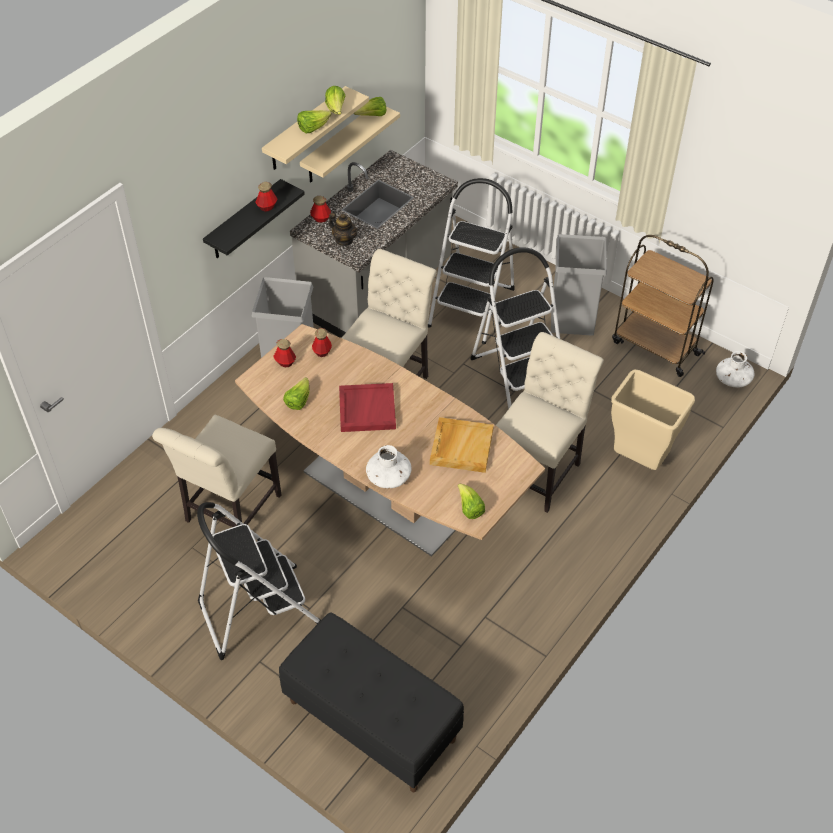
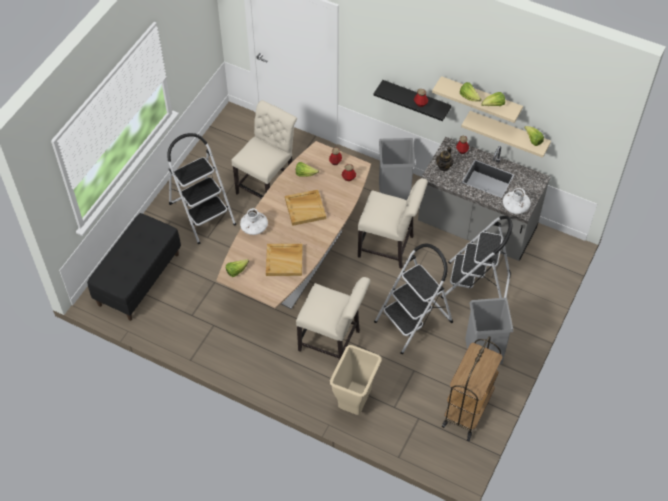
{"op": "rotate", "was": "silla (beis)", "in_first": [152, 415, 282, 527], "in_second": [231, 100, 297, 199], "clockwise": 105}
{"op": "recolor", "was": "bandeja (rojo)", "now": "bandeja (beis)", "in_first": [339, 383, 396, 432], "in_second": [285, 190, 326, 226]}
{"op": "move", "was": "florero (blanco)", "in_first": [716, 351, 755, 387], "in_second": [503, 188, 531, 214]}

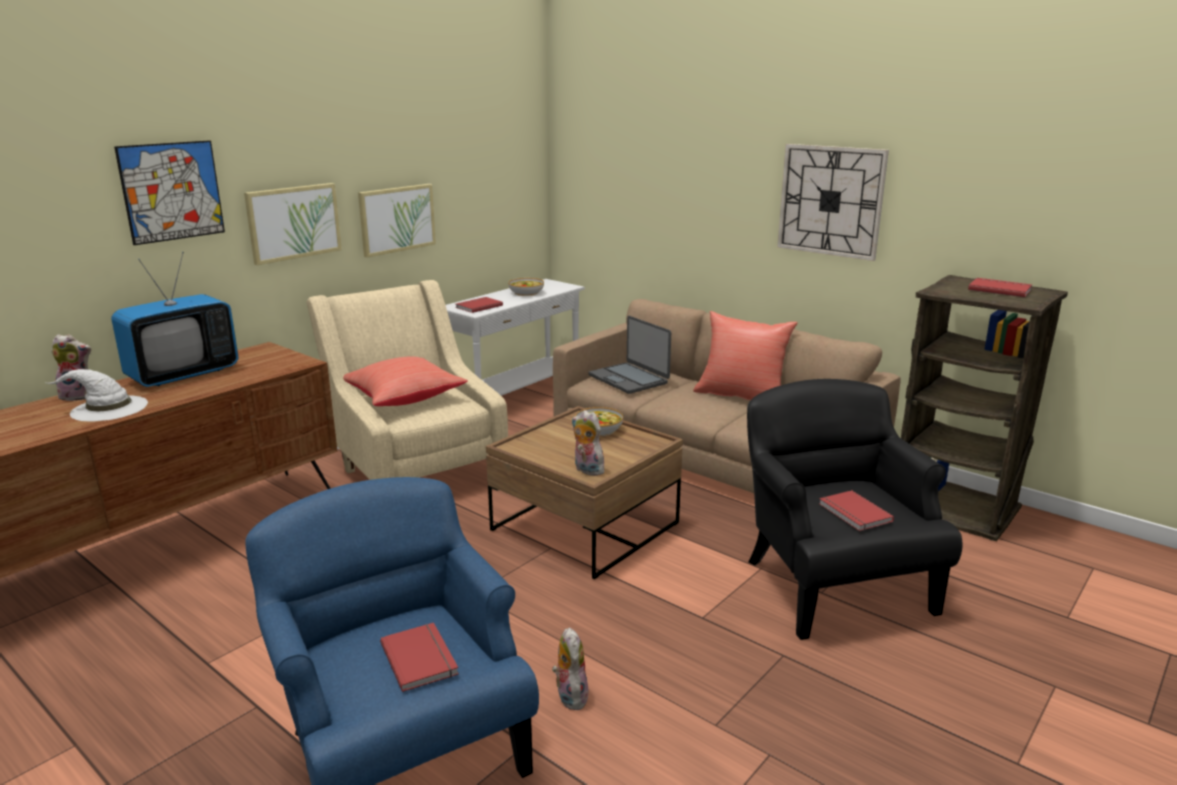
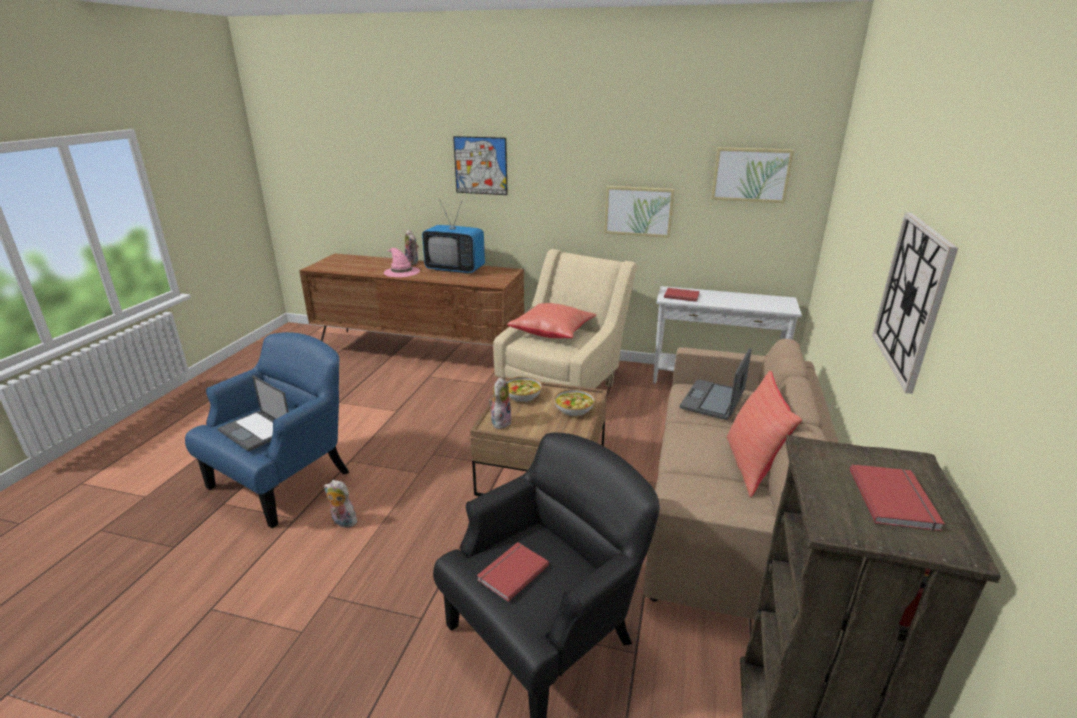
{"op": "recolor", "was": "sombrero (blanco)", "now": "sombrero (rosa)", "in_first": [47, 369, 148, 422], "in_second": [384, 248, 420, 277]}
{"op": "move", "was": "cuadro", "in_first": [244, 183, 342, 265], "in_second": [711, 147, 794, 203]}
{"op": "replace", "was": "libro (rojo)", "now": "portátil", "in_first": [380, 623, 459, 692], "in_second": [217, 375, 289, 452]}
{"op": "move", "was": "cuenco", "in_first": [508, 278, 544, 296], "in_second": [507, 376, 542, 402]}
{"op": "rotate", "was": "peluche", "in_first": [552, 627, 590, 710], "in_second": [324, 480, 357, 528], "clockwise": -120}

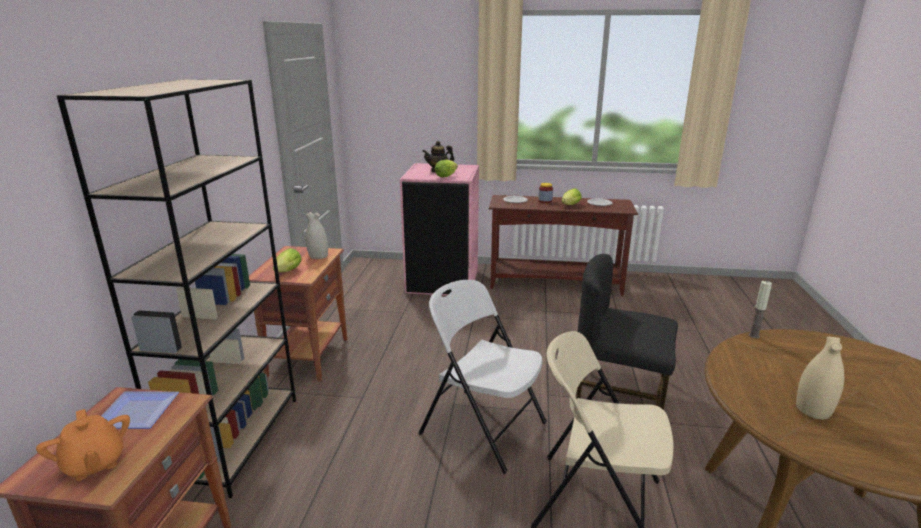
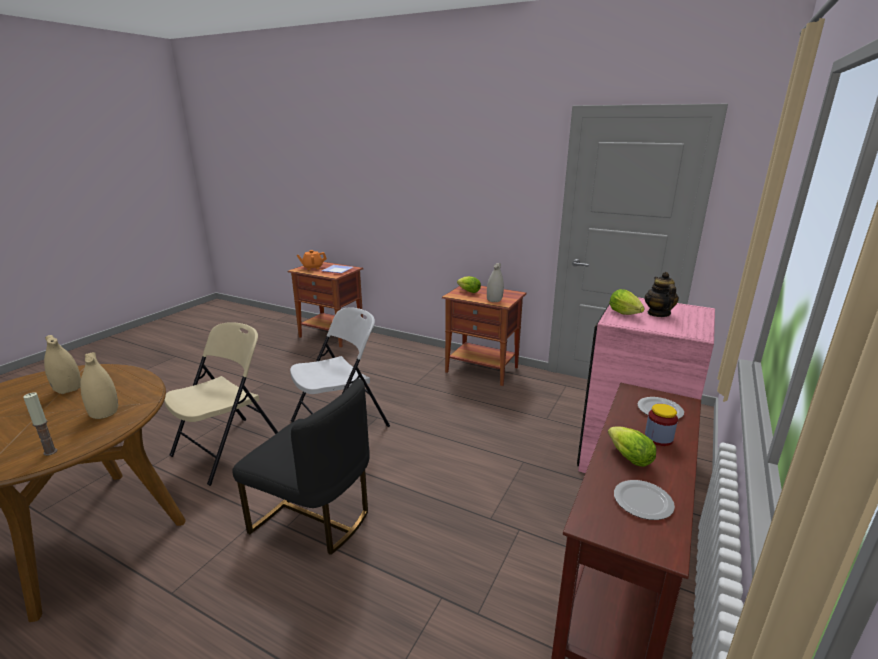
{"op": "delete", "was": "estantería (beis)", "in_first": [57, 79, 296, 498]}
{"op": "rotate", "was": "silla (negro)", "in_first": [576, 254, 678, 410], "in_second": [232, 379, 370, 555], "clockwise": 75}
{"op": "move", "was": "vela", "in_first": [749, 281, 772, 338], "in_second": [23, 392, 58, 456]}
{"op": "insert", "now": "florero (beis)", "in_second": [80, 352, 118, 419]}

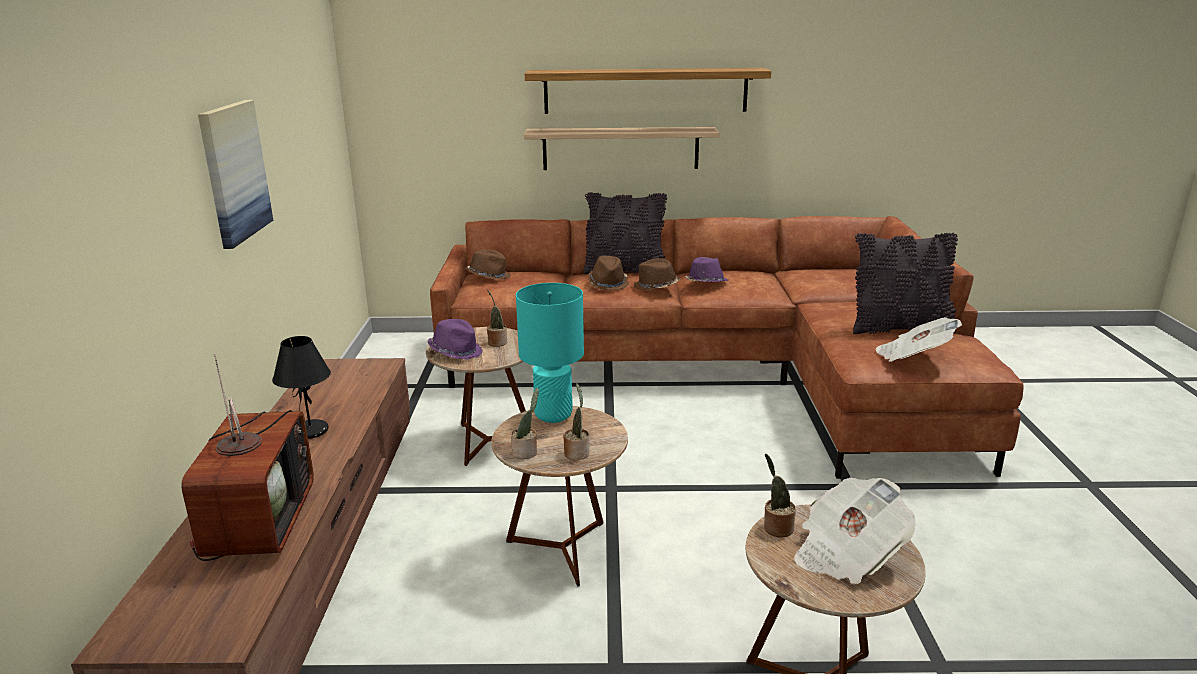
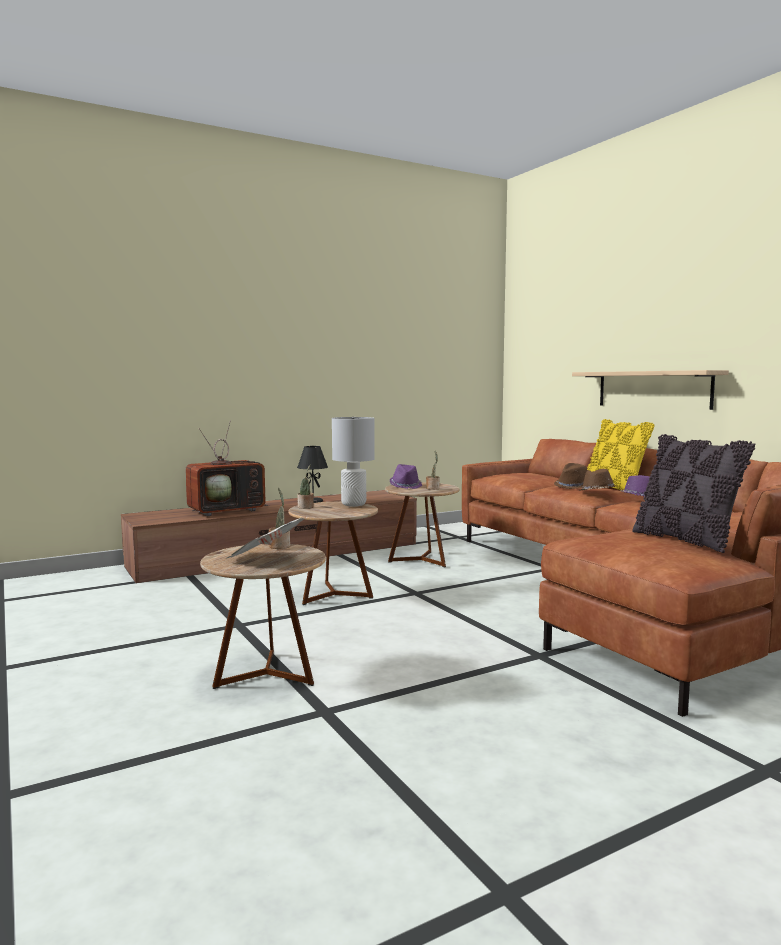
{"op": "delete", "was": "cuadro", "in_first": [198, 100, 273, 249]}
{"op": "delete", "was": "sombrero (marrón)", "in_first": [466, 250, 511, 280]}
{"op": "recolor", "was": "lámpara de mesa (turquesa)", "now": "lámpara de mesa (gris)", "in_first": [516, 283, 584, 423], "in_second": [332, 417, 375, 507]}
{"op": "delete", "was": "estante", "in_first": [525, 68, 771, 114]}
{"op": "delete", "was": "planta en maceta", "in_first": [563, 383, 589, 460]}
{"op": "recolor", "was": "cojín (negro)", "now": "cojín (amarillo)", "in_first": [583, 192, 667, 274], "in_second": [587, 419, 655, 490]}
{"op": "delete", "was": "periódico", "in_first": [875, 317, 962, 362]}

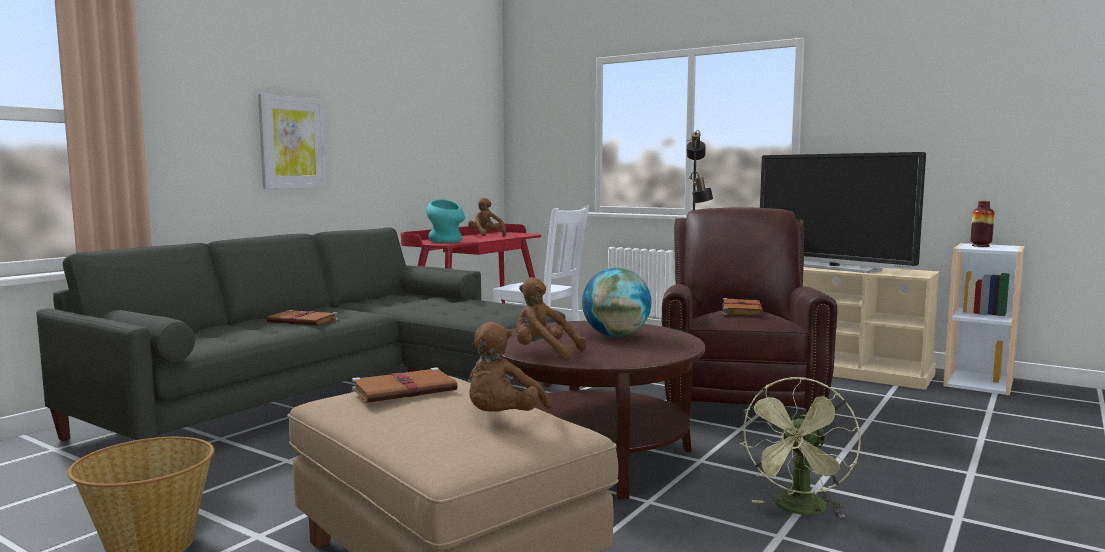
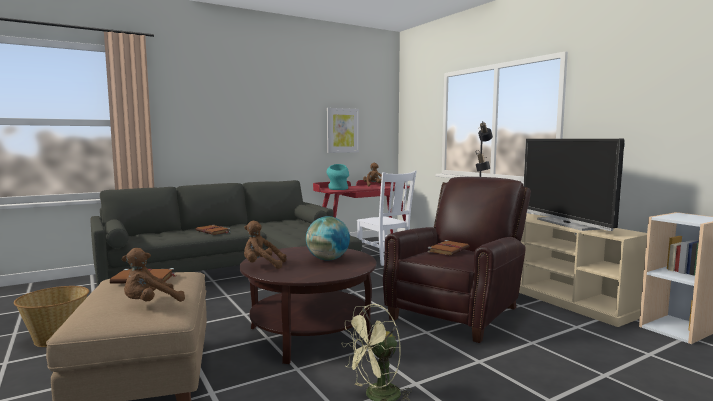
{"op": "move", "was": "cuadro", "in_first": [258, 94, 327, 189], "in_second": [327, 108, 359, 153]}
{"op": "rotate", "was": "peluche (marrón)", "in_first": [516, 277, 586, 359], "in_second": [244, 221, 287, 269], "clockwise": -45}
{"op": "delete", "was": "florero", "in_first": [971, 201, 994, 247]}

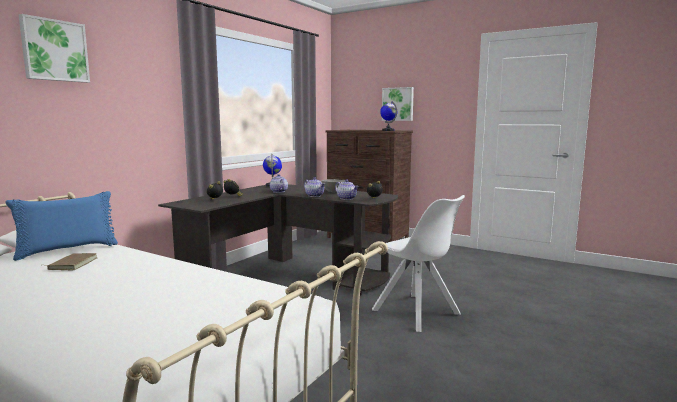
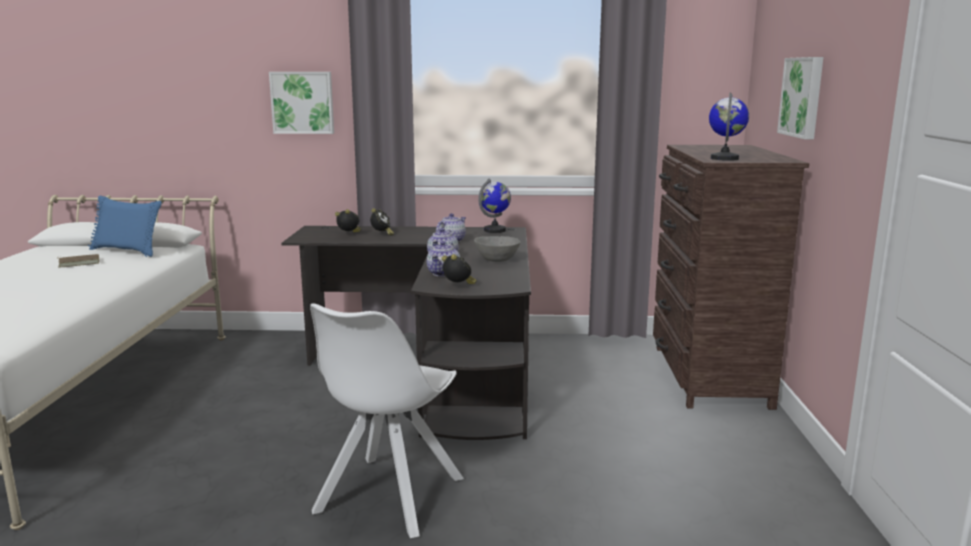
{"op": "move", "was": "cuadro", "in_first": [19, 14, 90, 83], "in_second": [269, 72, 334, 134]}

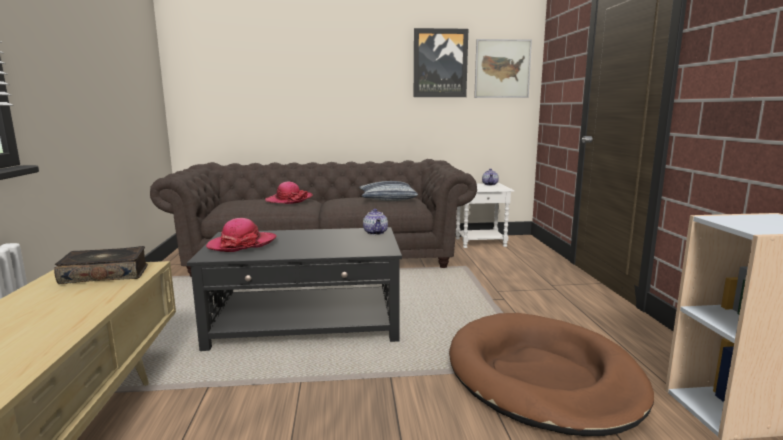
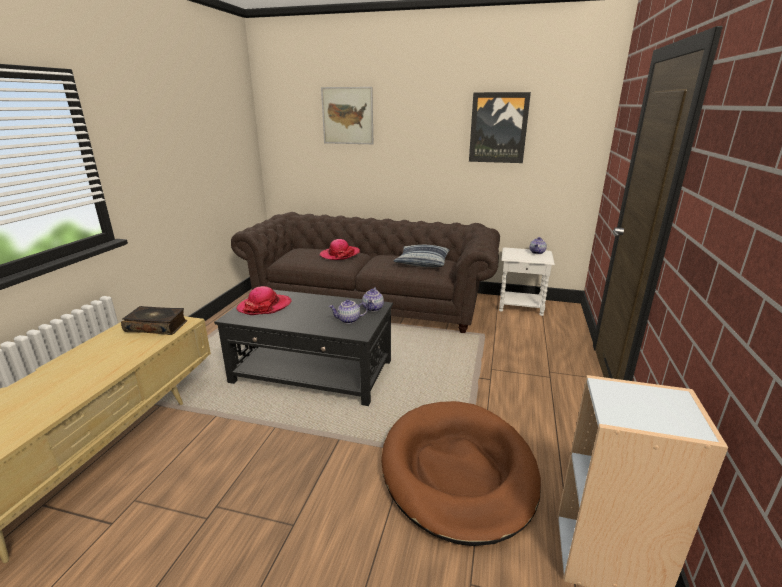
{"op": "move", "was": "cuadro", "in_first": [474, 39, 532, 98], "in_second": [321, 87, 373, 144]}
{"op": "insert", "now": "tetera", "in_second": [329, 299, 368, 324]}

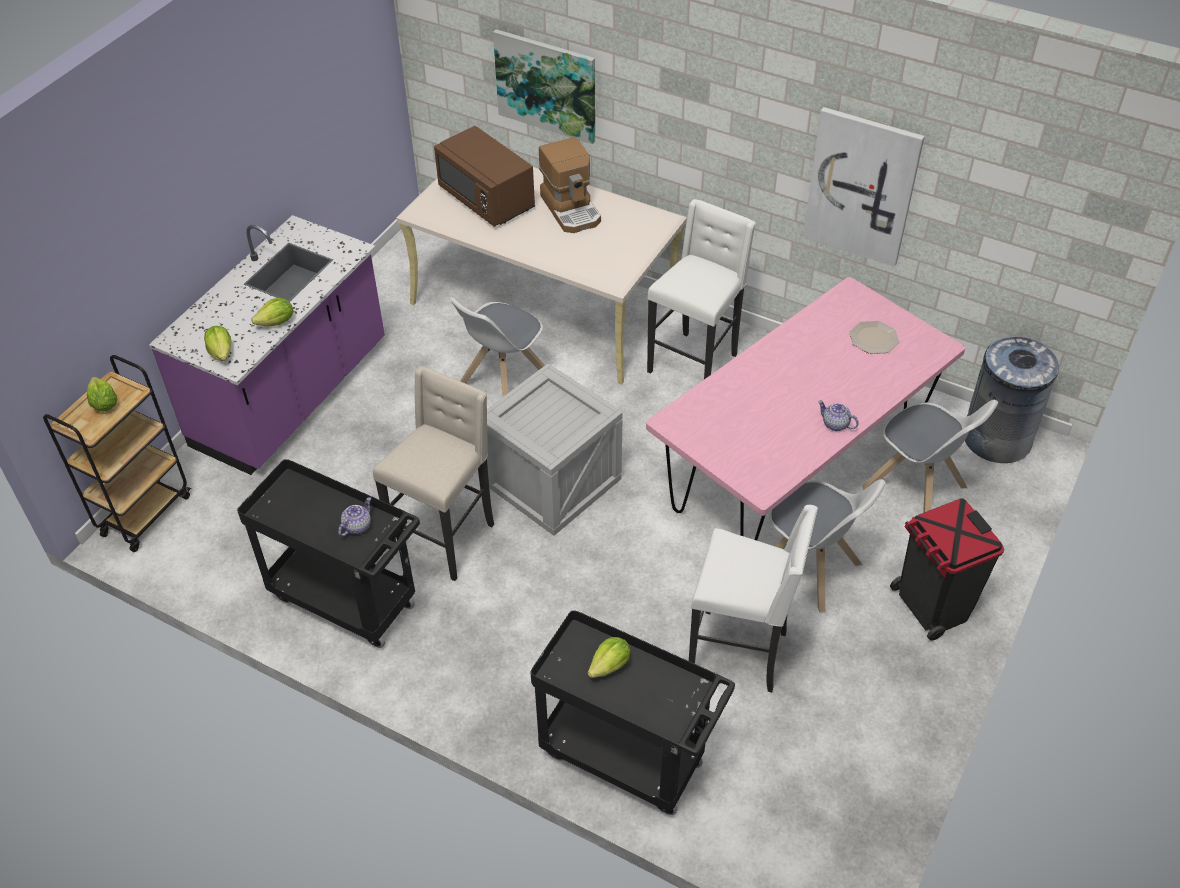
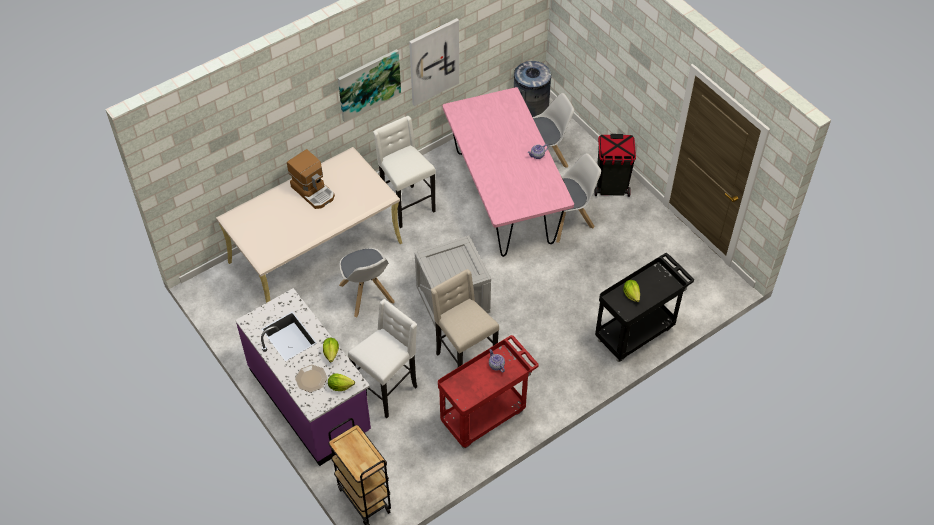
{"op": "delete", "was": "lechuga", "in_first": [87, 377, 117, 411]}
{"op": "recolor", "was": "carrito (negro)", "now": "carrito (rojo)", "in_first": [237, 459, 420, 648], "in_second": [438, 335, 539, 448]}
{"op": "delete", "was": "microondas (marrón)", "in_first": [434, 126, 535, 227]}
{"op": "move", "was": "cuadro", "in_first": [493, 29, 595, 144], "in_second": [338, 49, 401, 122]}
{"op": "rotate", "was": "cafetera", "in_first": [539, 137, 601, 233], "in_second": [287, 149, 335, 209], "clockwise": 45}
{"op": "move", "was": "taburete (blanco)", "in_first": [689, 505, 818, 693], "in_second": [348, 299, 417, 418]}
{"op": "move", "was": "plato", "in_first": [849, 321, 899, 354], "in_second": [295, 365, 327, 392]}

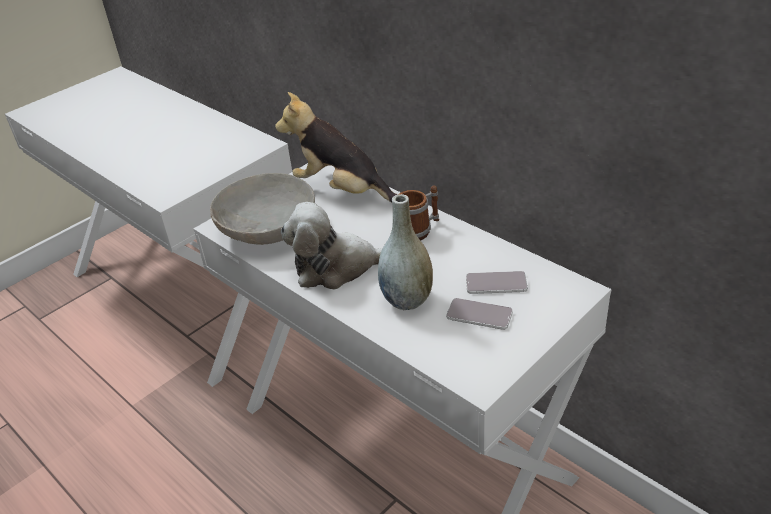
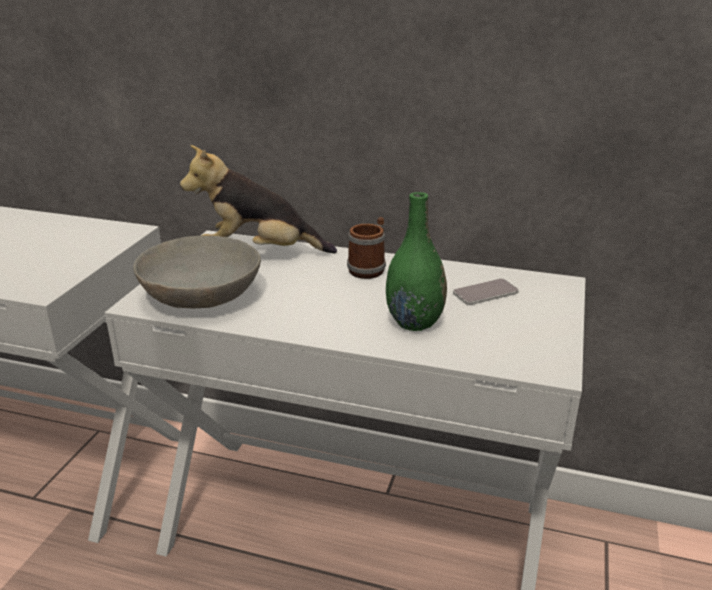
{"op": "delete", "was": "peluche", "in_first": [281, 202, 383, 289]}
{"op": "recolor", "was": "florero (gris)", "now": "florero (verde)", "in_first": [378, 194, 433, 311], "in_second": [386, 192, 447, 331]}
{"op": "delete", "was": "móvil", "in_first": [446, 298, 513, 330]}

